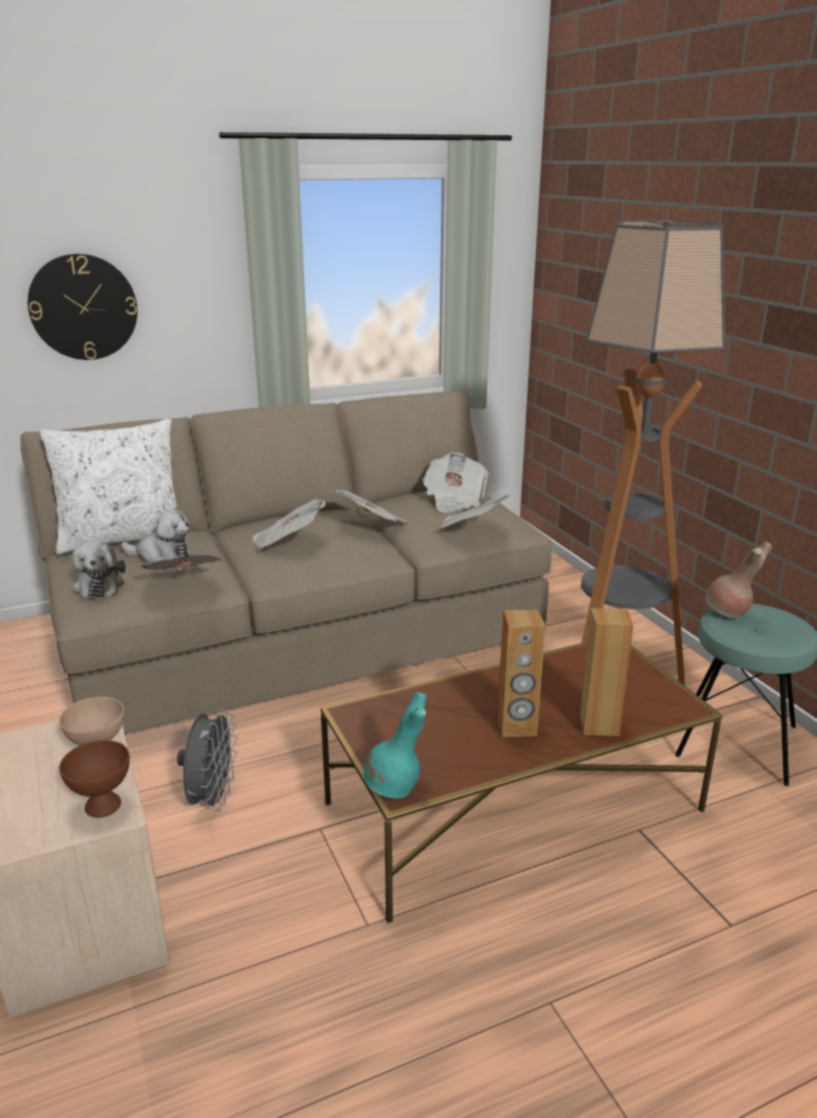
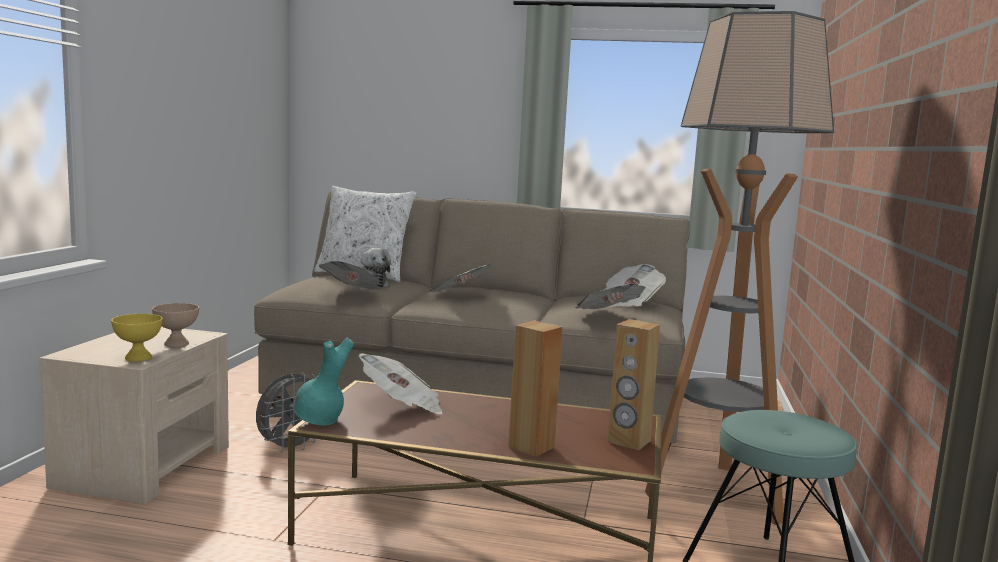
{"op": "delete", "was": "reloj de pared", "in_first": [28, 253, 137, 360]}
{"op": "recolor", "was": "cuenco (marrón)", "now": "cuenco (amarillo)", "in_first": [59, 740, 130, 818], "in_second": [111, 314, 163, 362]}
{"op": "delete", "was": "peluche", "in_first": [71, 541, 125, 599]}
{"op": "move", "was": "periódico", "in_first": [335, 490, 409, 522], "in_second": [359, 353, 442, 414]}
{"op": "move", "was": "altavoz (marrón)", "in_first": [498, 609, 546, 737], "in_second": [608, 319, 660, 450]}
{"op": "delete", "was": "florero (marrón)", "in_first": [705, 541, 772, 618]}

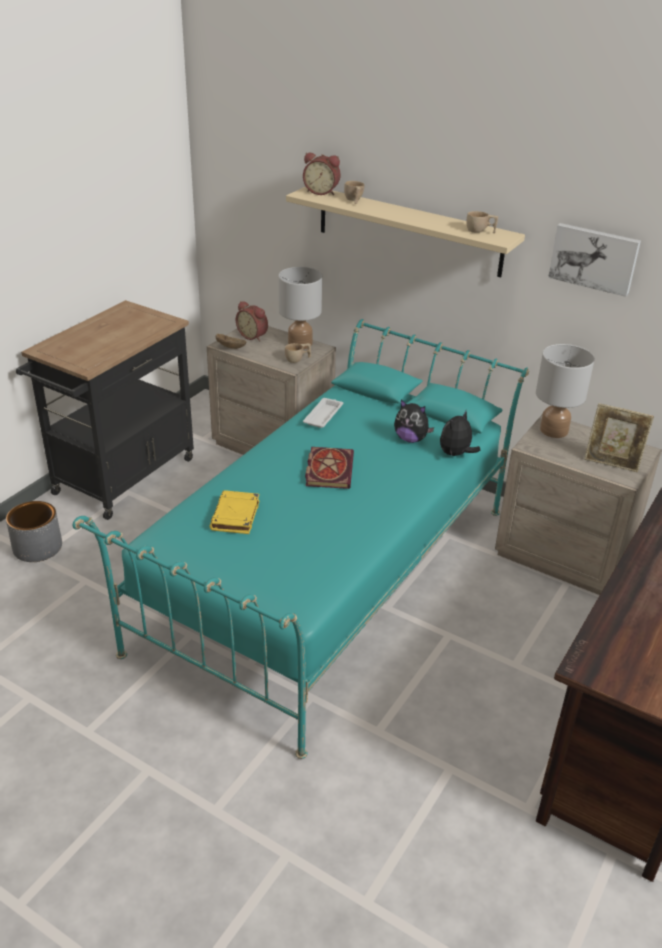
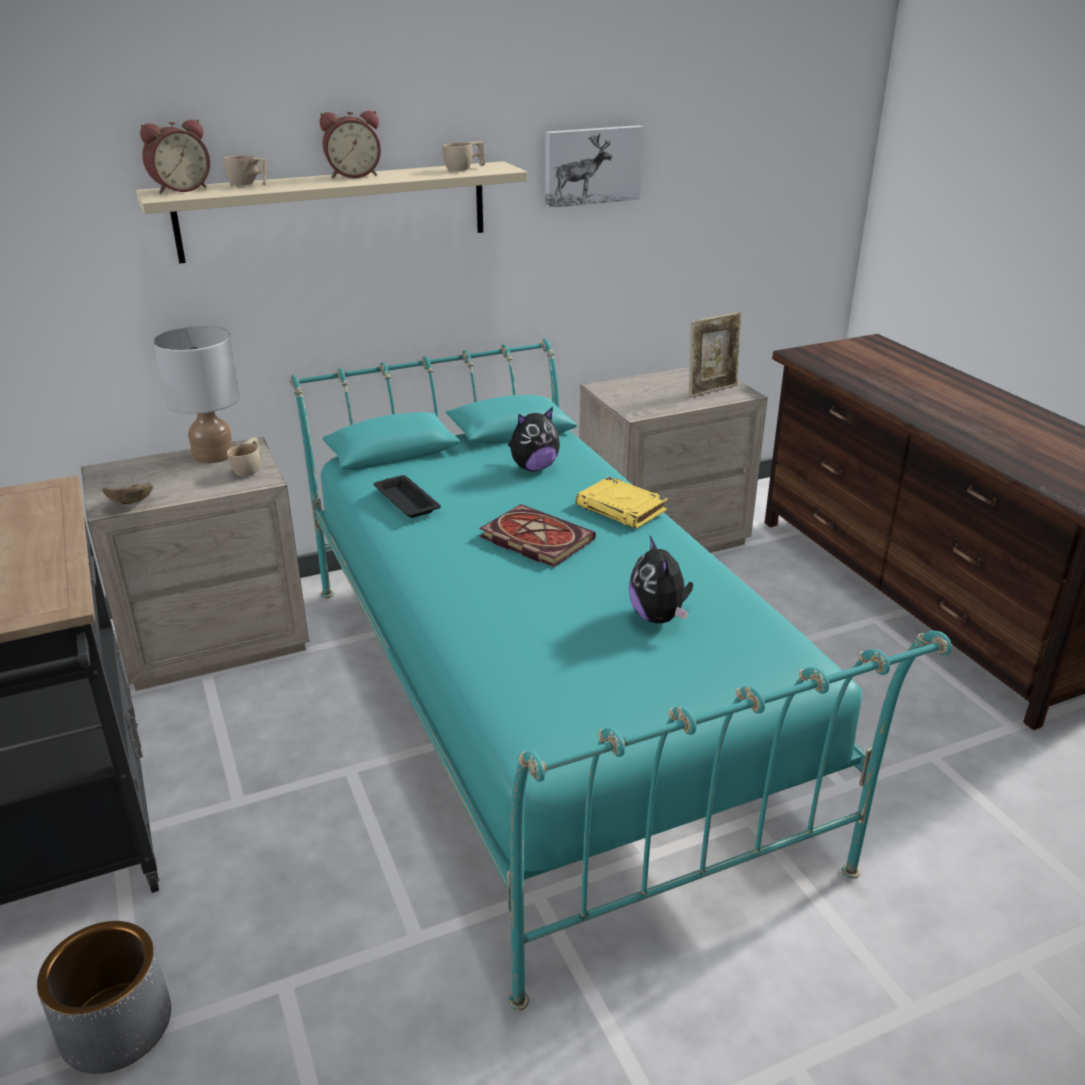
{"op": "move", "was": "libro (amarillo)", "in_first": [210, 490, 260, 534], "in_second": [576, 477, 668, 529]}
{"op": "move", "was": "despertador", "in_first": [236, 301, 268, 341], "in_second": [320, 111, 381, 178]}
{"op": "recolor", "was": "bandeja (blanco)", "now": "bandeja (negro)", "in_first": [303, 398, 343, 428], "in_second": [374, 475, 441, 518]}
{"op": "move", "was": "peluche", "in_first": [440, 411, 480, 456], "in_second": [629, 536, 693, 623]}
{"op": "delete", "was": "lámpara de mesa (gris)", "in_first": [536, 344, 595, 438]}

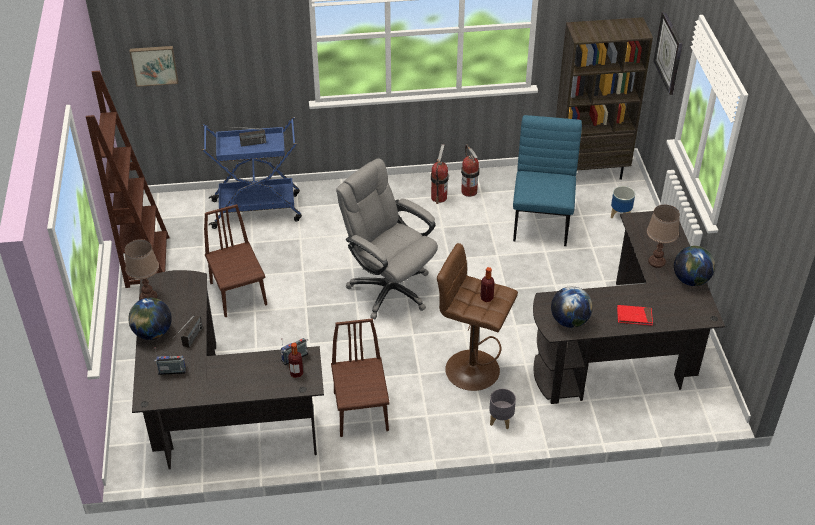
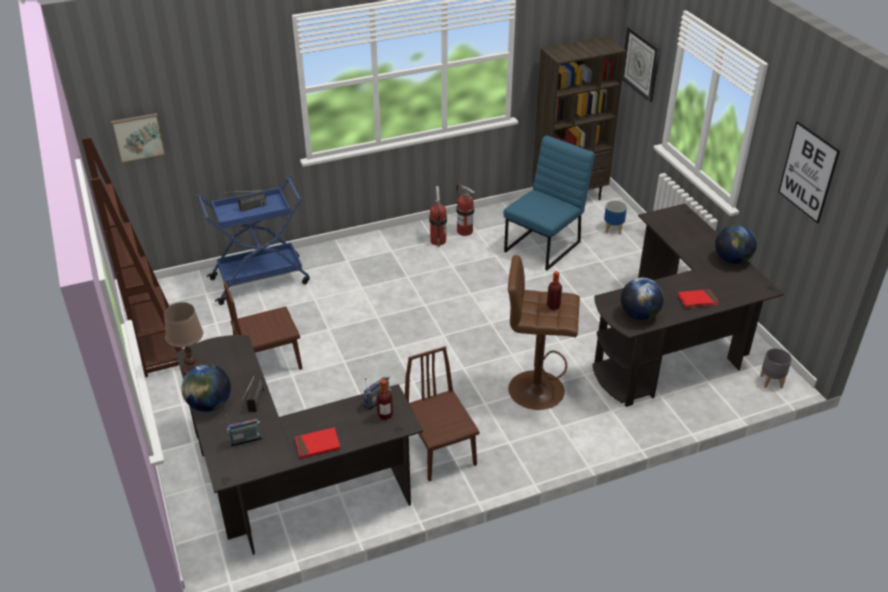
{"op": "rotate", "was": "silla (marrón)", "in_first": [204, 204, 267, 317], "in_second": [223, 281, 303, 370], "clockwise": -75}
{"op": "delete", "was": "silla de oficina (gris)", "in_first": [336, 158, 438, 319]}
{"op": "move", "was": "maceta (gris)", "in_first": [489, 388, 516, 429], "in_second": [760, 348, 792, 388]}
{"op": "rotate", "was": "silla (azul)", "in_first": [513, 115, 582, 246], "in_second": [503, 135, 595, 271], "clockwise": 45}
{"op": "delete", "was": "lámpara de mesa (marrón)", "in_first": [647, 205, 680, 268]}
{"op": "insert", "now": "libro (rojo)", "in_second": [295, 427, 341, 459]}
{"op": "insert", "now": "cuadro", "in_second": [778, 121, 840, 223]}

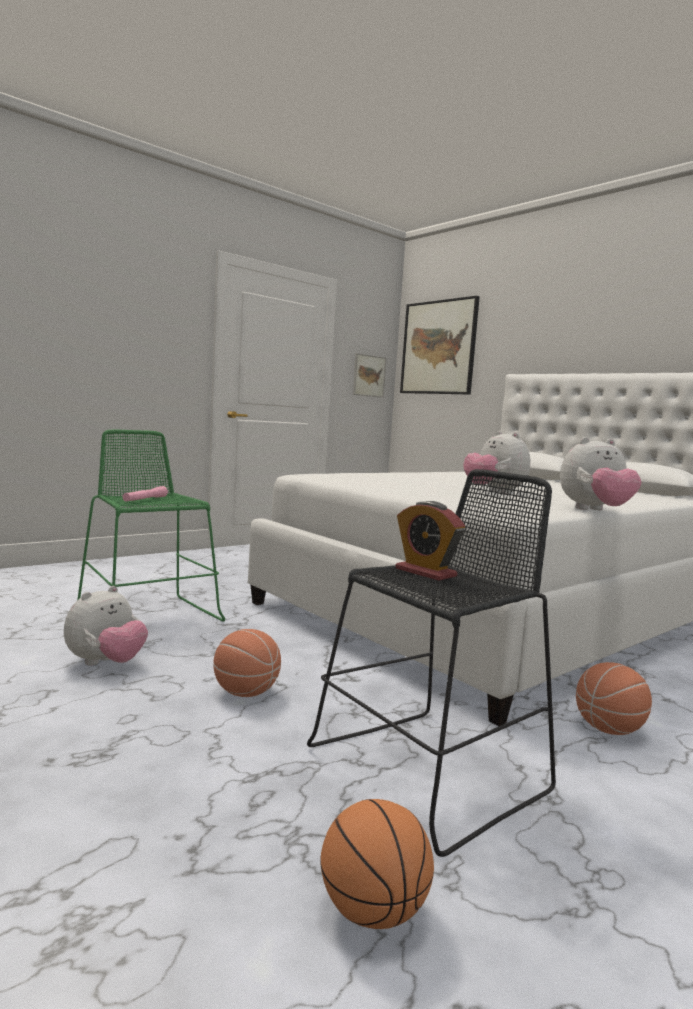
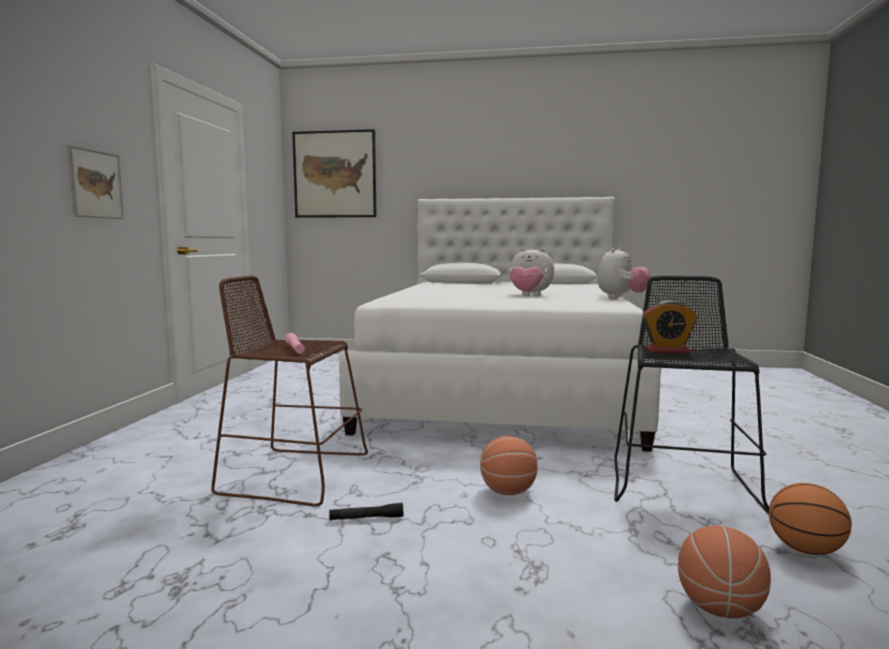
{"op": "replace", "was": "peluche", "now": "linterna (negro)", "in_first": [64, 586, 148, 665], "in_second": [329, 503, 403, 520]}
{"op": "recolor", "was": "taburete (verde)", "now": "taburete (marrón)", "in_first": [77, 429, 225, 622], "in_second": [211, 275, 368, 507]}
{"op": "move", "was": "cuadro", "in_first": [353, 353, 386, 398], "in_second": [67, 145, 124, 219]}
{"op": "move", "was": "balón de baloncesto", "in_first": [576, 662, 652, 735], "in_second": [678, 526, 771, 618]}

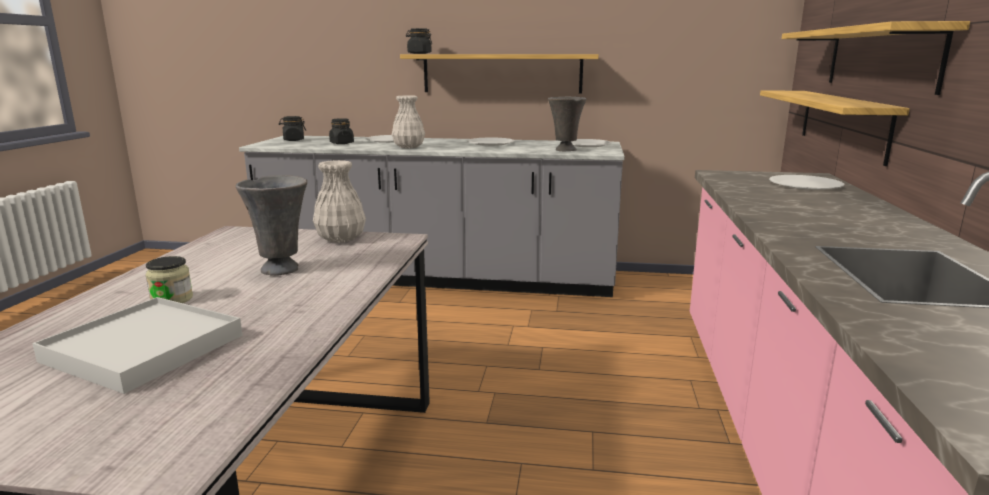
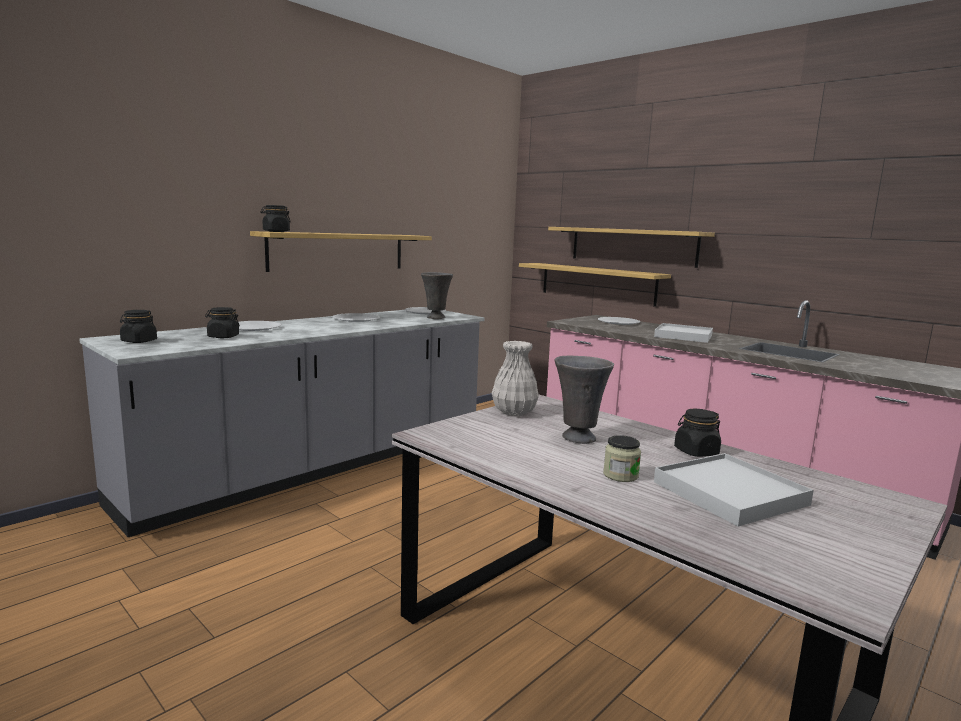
{"op": "delete", "was": "florero (blanco)", "in_first": [392, 95, 425, 148]}
{"op": "insert", "now": "bandeja (blanco)", "in_second": [654, 323, 713, 343]}
{"op": "insert", "now": "tarro (negro)", "in_second": [674, 409, 721, 457]}

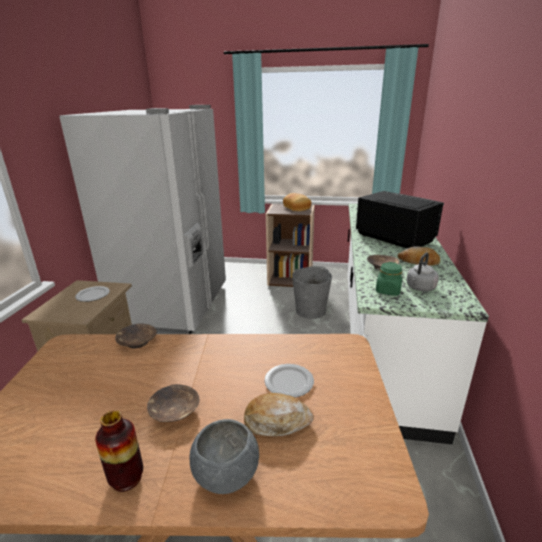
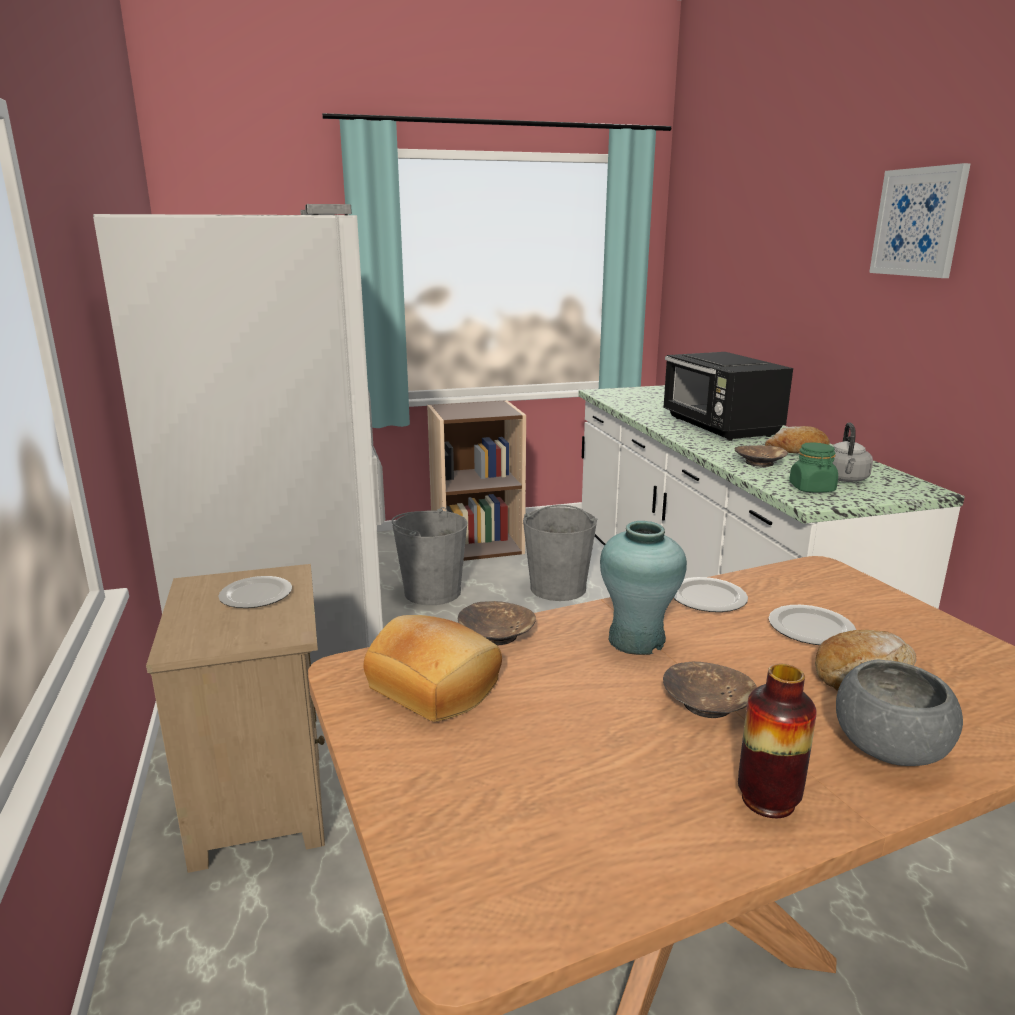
{"op": "move", "was": "pan", "in_first": [283, 193, 311, 211], "in_second": [364, 615, 502, 722]}
{"op": "rotate", "was": "microondas (negro)", "in_first": [356, 191, 444, 248], "in_second": [663, 352, 793, 441], "clockwise": -135}
{"op": "insert", "now": "cubo (gris)", "in_second": [392, 507, 468, 605]}
{"op": "insert", "now": "florero (turquesa)", "in_second": [600, 521, 687, 655]}
{"op": "insert", "now": "plato", "in_second": [674, 577, 748, 612]}
{"op": "insert", "now": "cuadro", "in_second": [869, 163, 971, 278]}

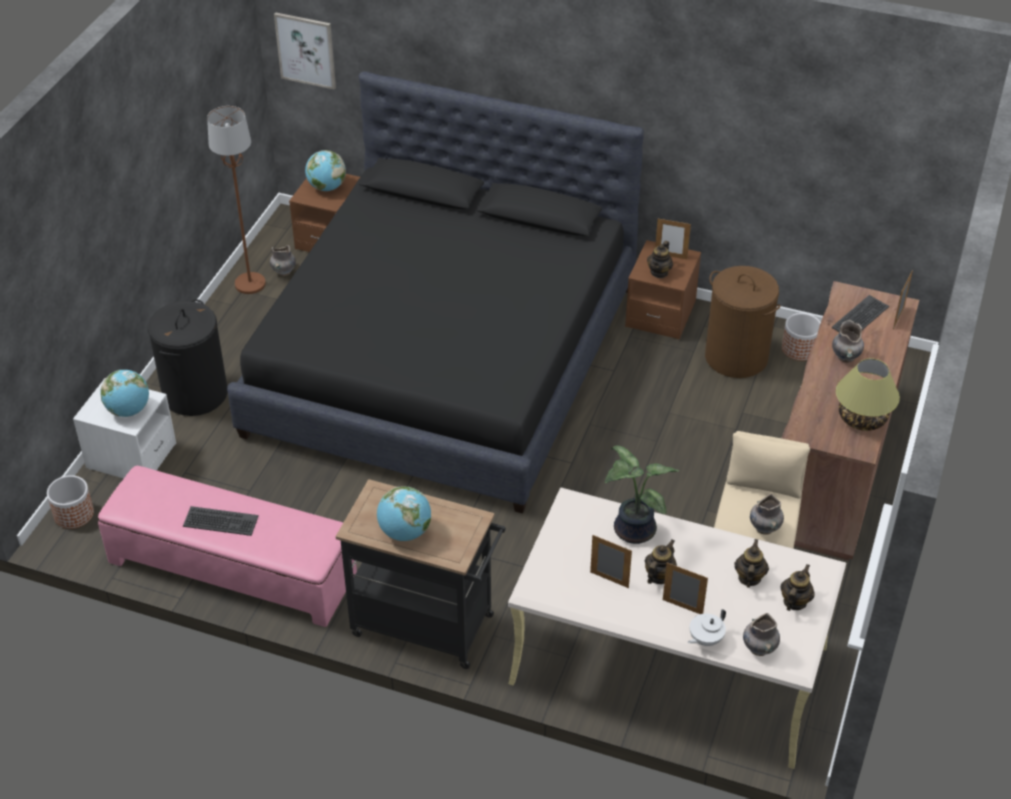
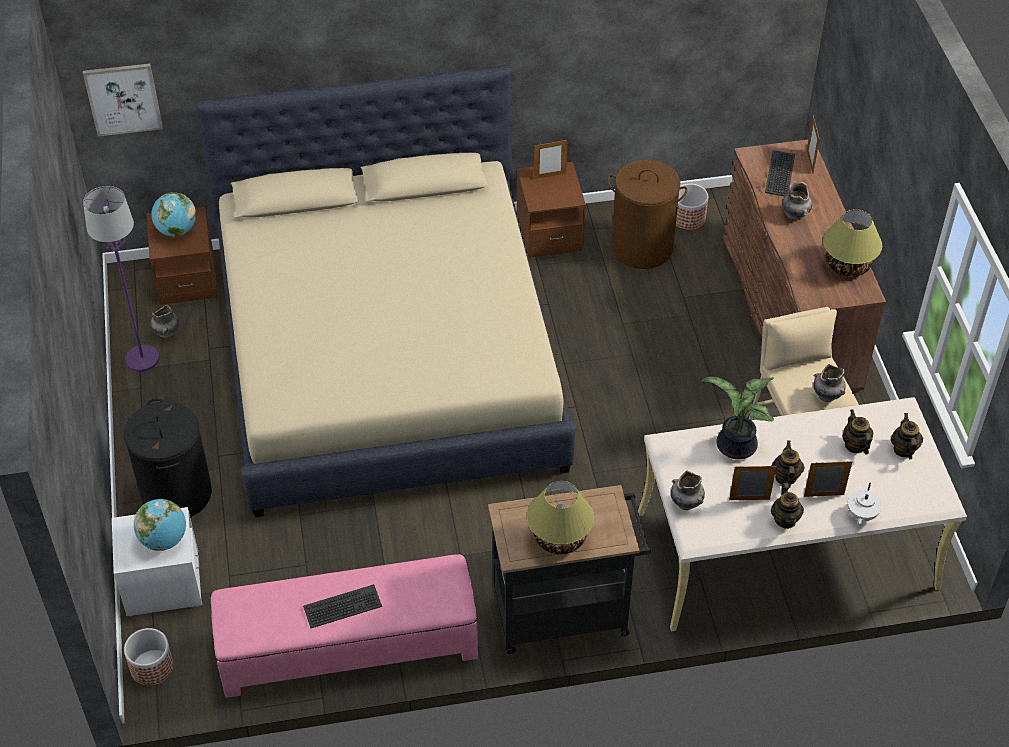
{"op": "recolor", "was": "lámpara de pie (marrón)", "now": "lámpara de pie (morado)", "in_first": [207, 106, 266, 294], "in_second": [83, 186, 159, 372]}
{"op": "recolor", "was": "cama (negro)", "now": "cama (beis)", "in_first": [227, 71, 644, 514], "in_second": [196, 65, 576, 517]}
{"op": "replace", "was": "globo terráqueo", "now": "lámpara de mesa", "in_first": [377, 486, 431, 541], "in_second": [527, 481, 595, 555]}
{"op": "move", "was": "tetera", "in_first": [647, 241, 673, 278], "in_second": [771, 483, 804, 529]}
{"op": "move", "was": "florero (gris)", "in_first": [743, 613, 780, 656], "in_second": [671, 470, 705, 510]}

